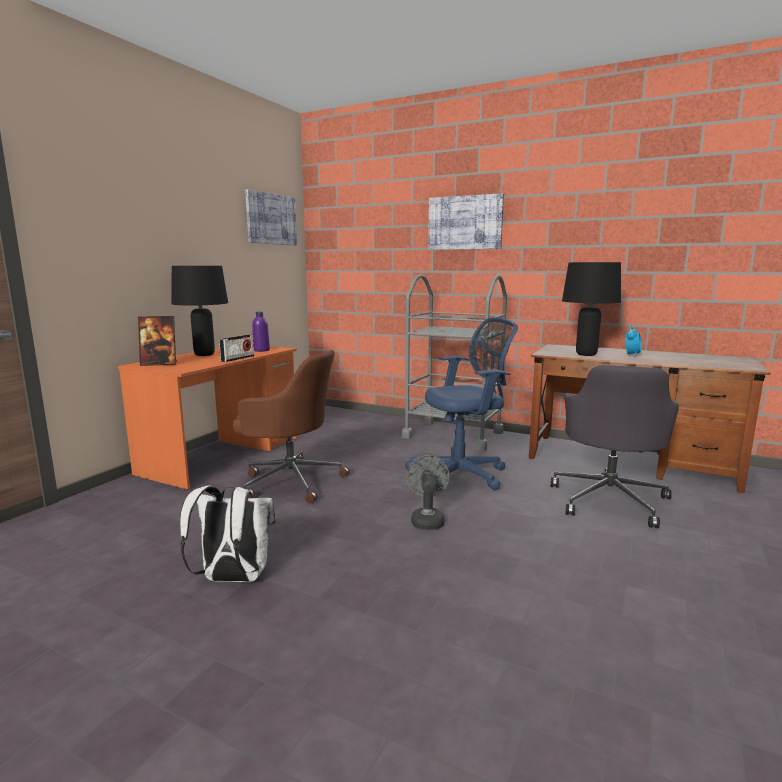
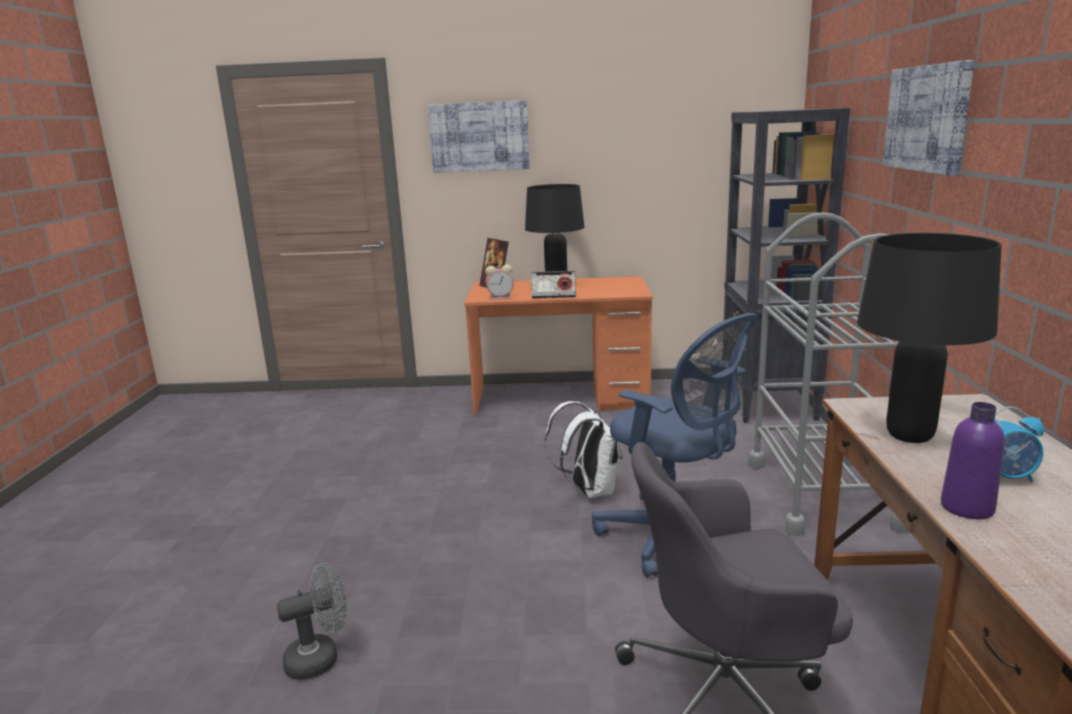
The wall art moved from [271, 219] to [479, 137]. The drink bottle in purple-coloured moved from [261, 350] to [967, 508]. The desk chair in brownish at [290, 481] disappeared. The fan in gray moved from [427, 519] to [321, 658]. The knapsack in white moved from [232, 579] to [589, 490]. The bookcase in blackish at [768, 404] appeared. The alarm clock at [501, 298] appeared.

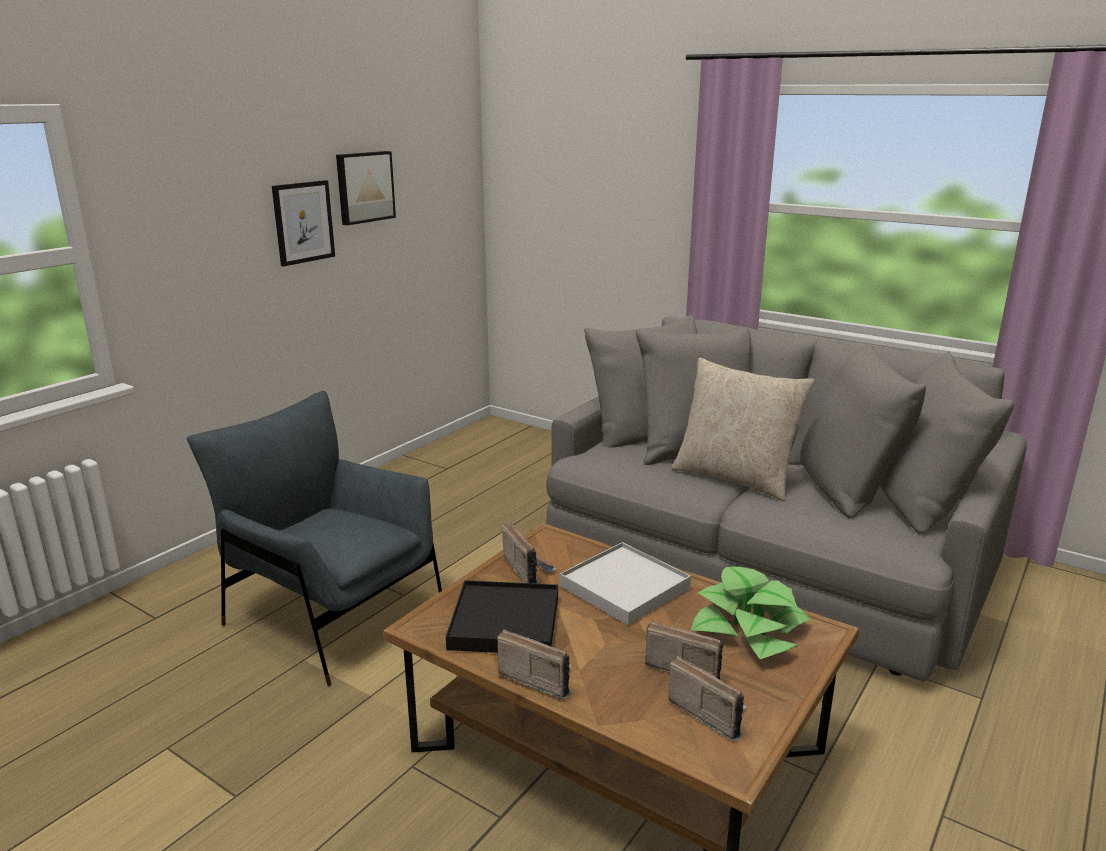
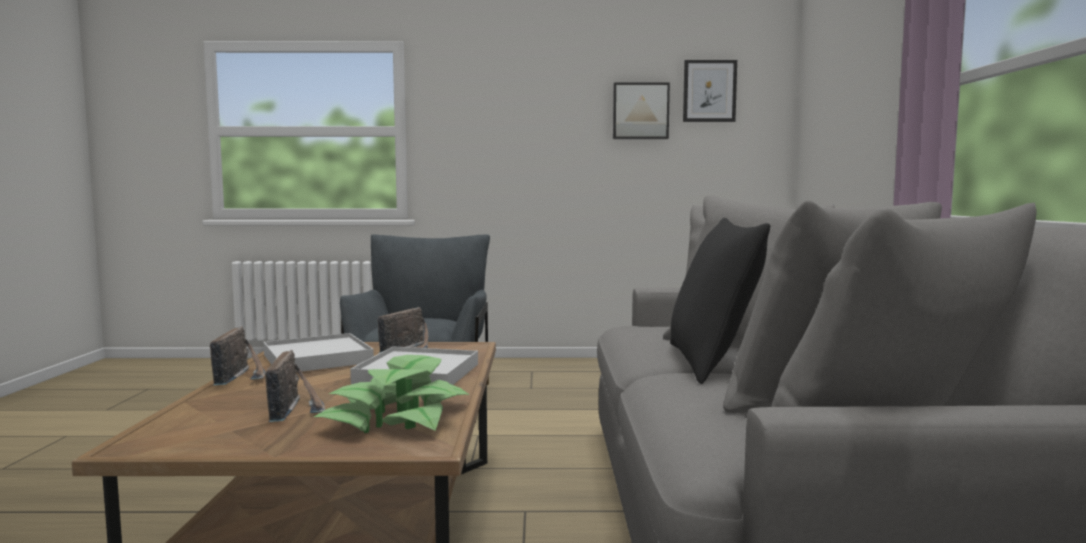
The wall art moved from [303, 222] to [709, 91]. The pillow in beige at [735, 478] became the pillow in blackish at [711, 363]. The tray in blackish at [505, 622] became the tray in white at [317, 358]. The radio receiver at [708, 712] disappeared.

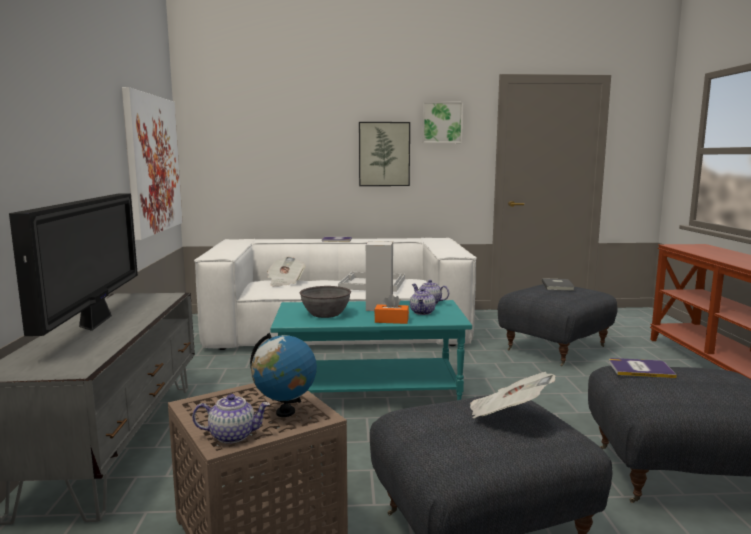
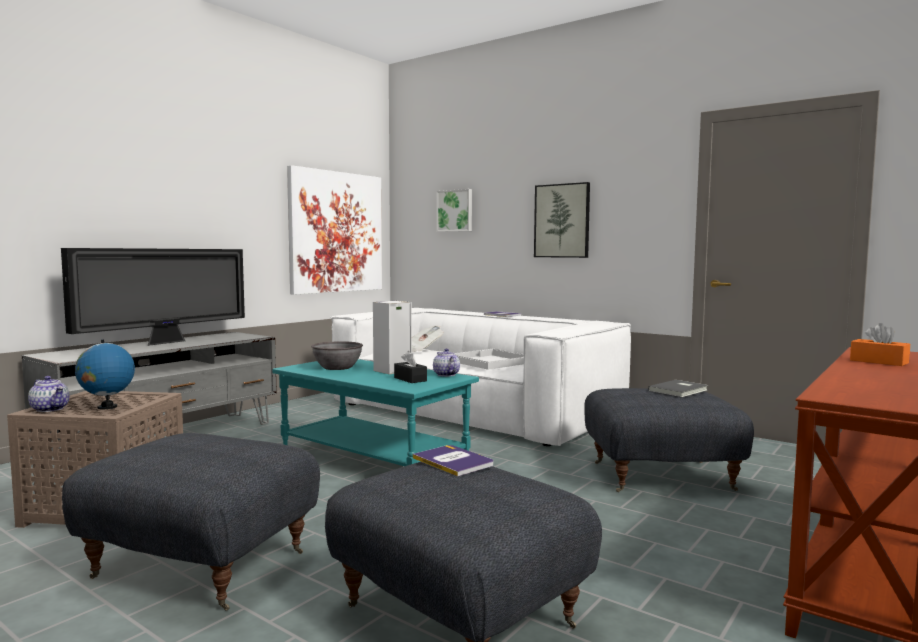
The wall art moved from [441, 122] to [455, 210]. The teapot at [422, 312] was replaced by the tissue holder in blackish at [410, 379]. The tissue holder in orangey moved from [391, 320] to [878, 361]. The printed paper at [507, 415] disappeared.

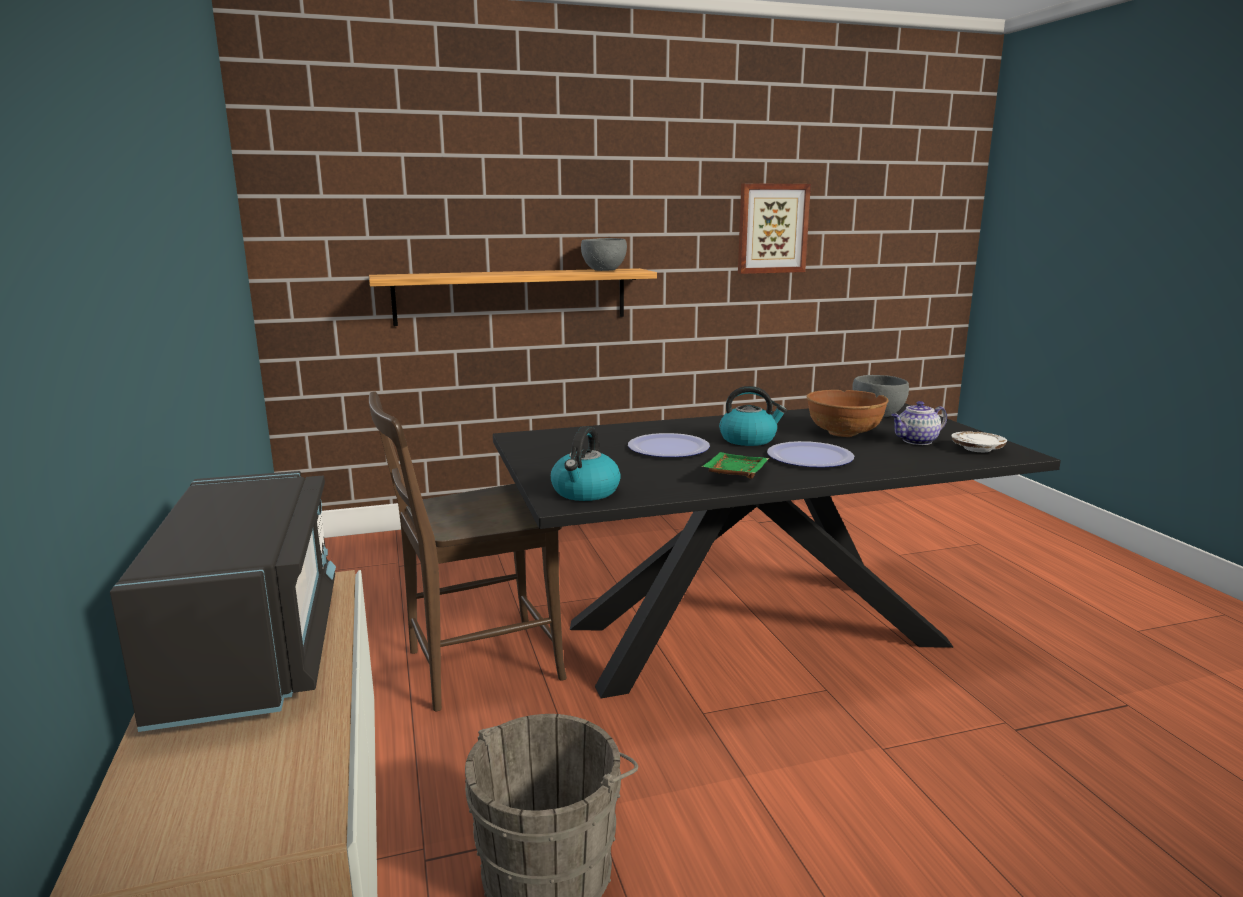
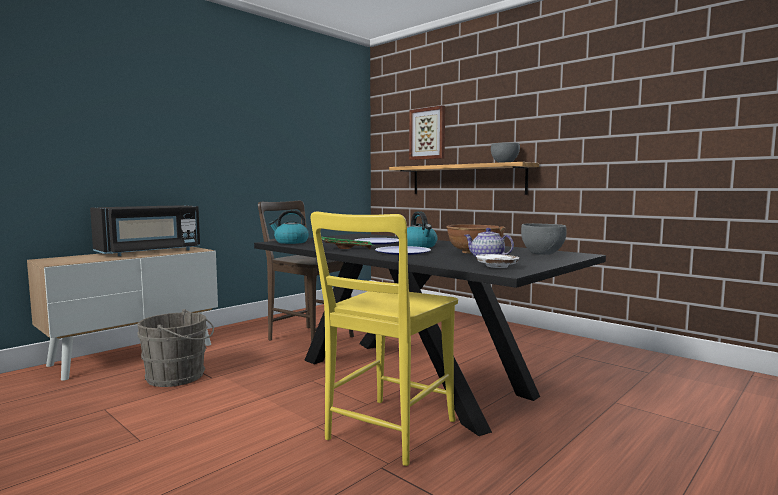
The wall art moved from [772, 228] to [428, 133]. The chair in yellow at [387, 433] appeared.

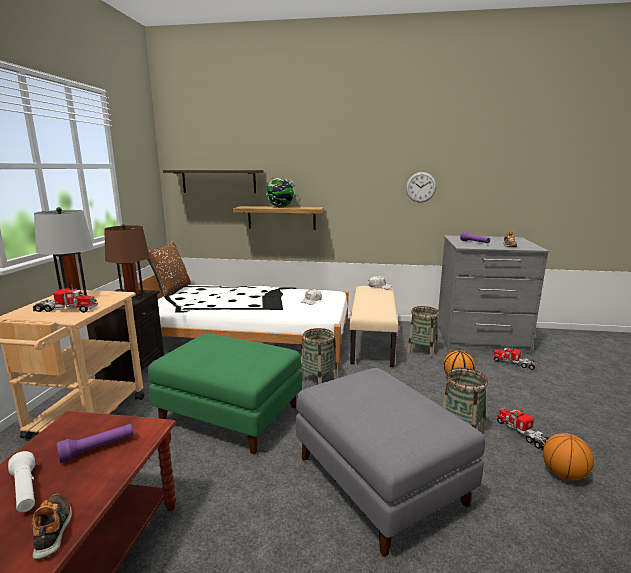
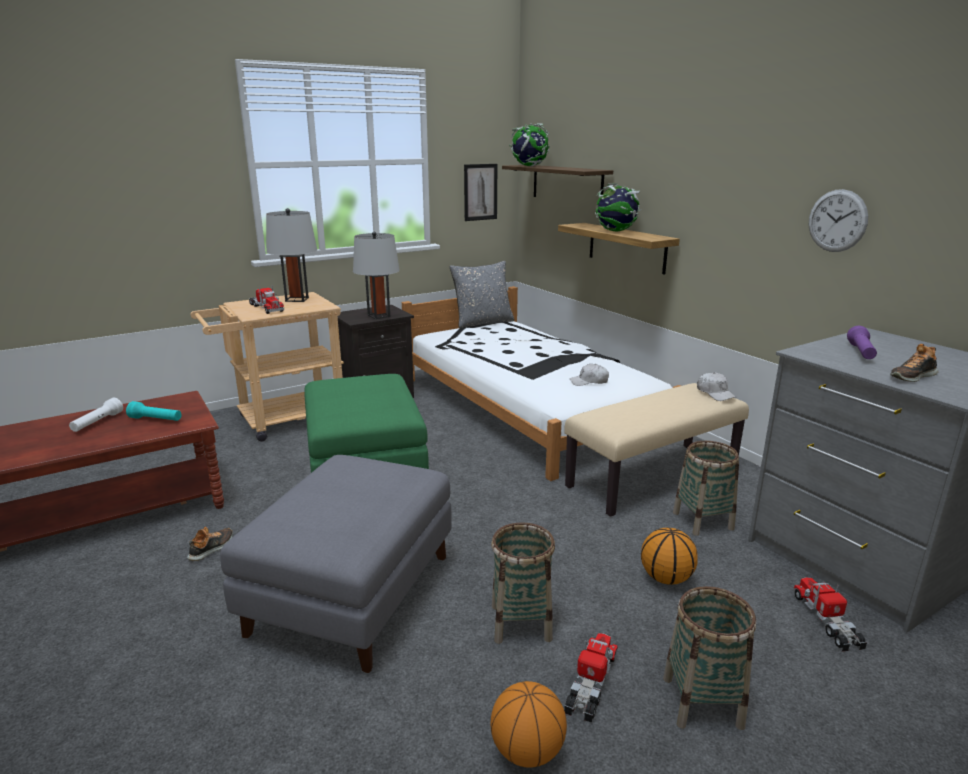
The tabletop lamp in brownish at [132, 297] became the tabletop lamp in gray at [378, 316]. The pillow in brownish at [172, 290] became the pillow in gray at [483, 323]. The basket moved from [318, 379] to [702, 701]. The hand torch in purple-coloured at [98, 449] became the hand torch in blue-green at [156, 420]. The shoe moved from [53, 529] to [212, 548]. The desk globe at [529, 166] appeared. The wall art at [480, 192] appeared.

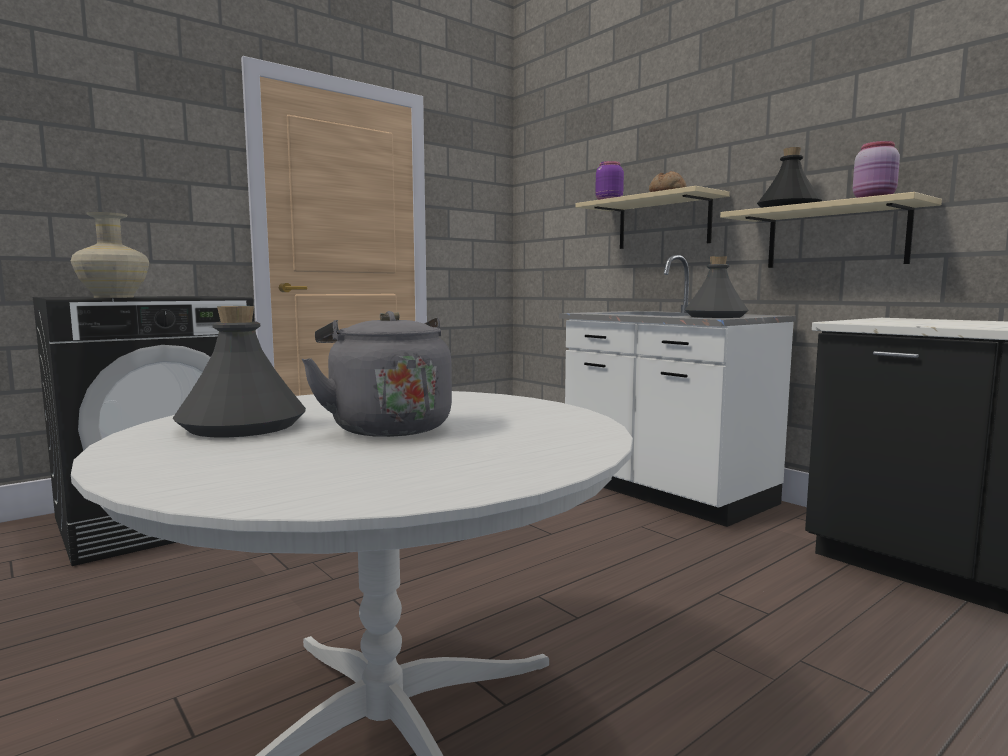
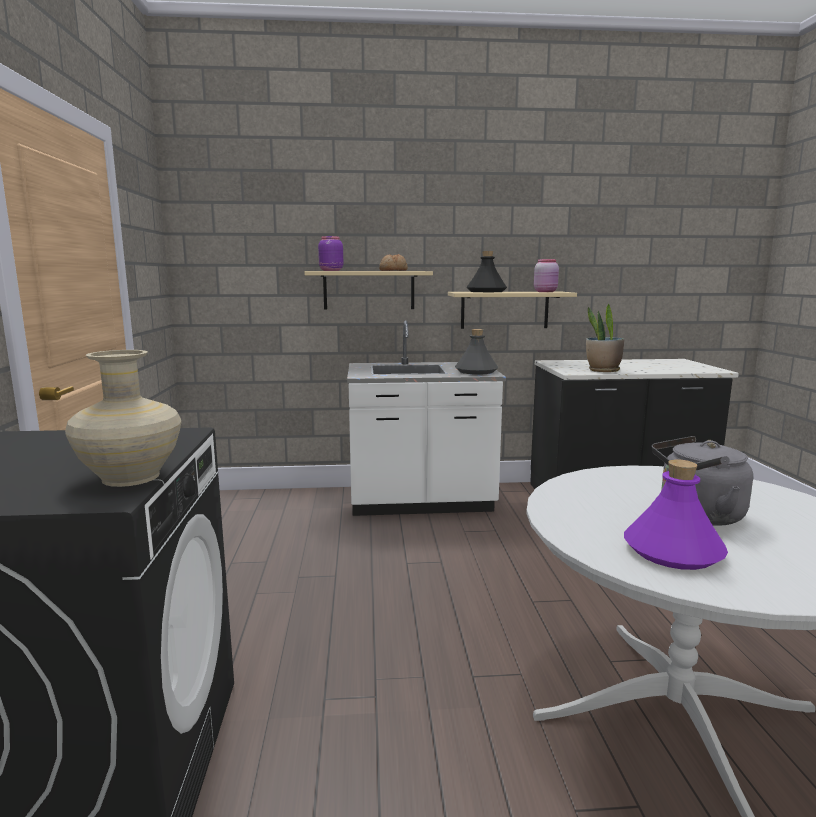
The drink bottle in gray at [241, 426] became the drink bottle in purple-coloured at [673, 551]. The houseplant at [603, 370] appeared.

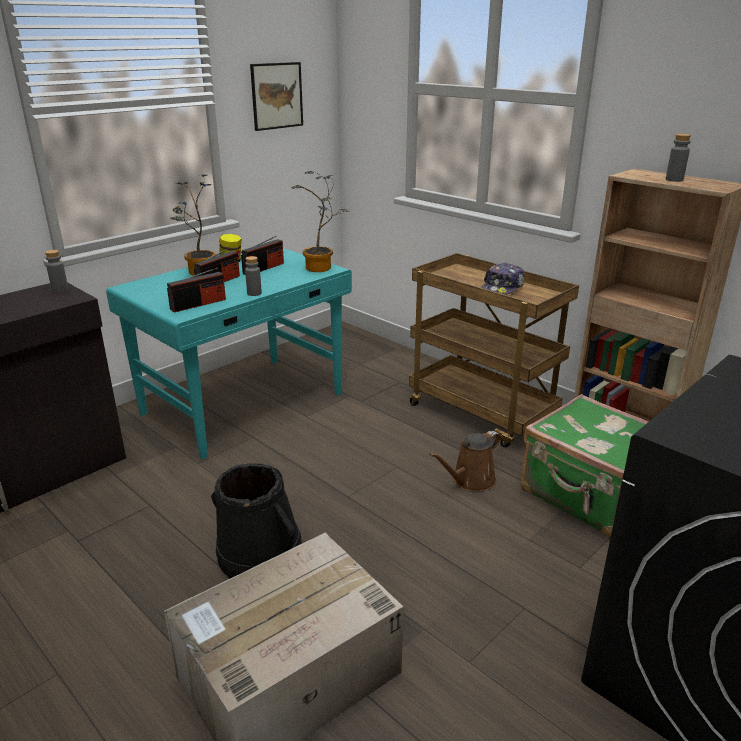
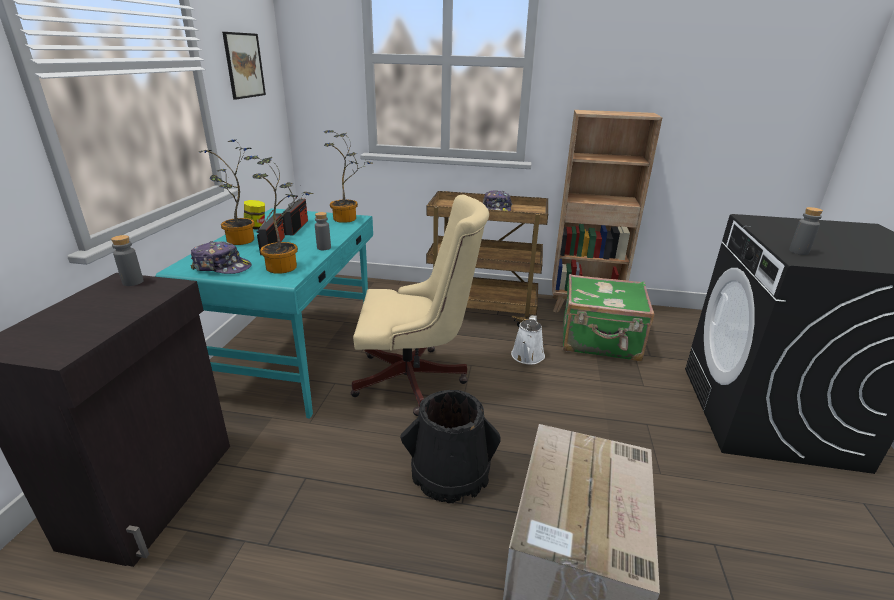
The drink bottle in gray moved from [674, 180] to [798, 252]. The radio receiver at [198, 304] was replaced by the houseplant at [286, 267]. The watering can in brownish at [470, 481] became the watering can in white at [527, 357]. The desk chair in beige at [416, 380] appeared. The cap at [222, 267] appeared.

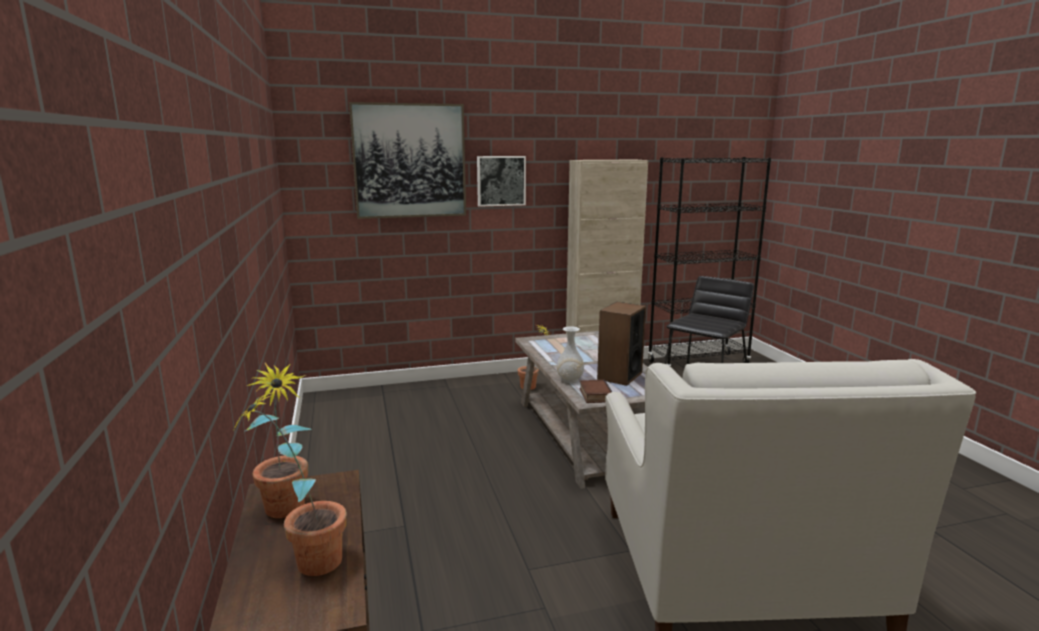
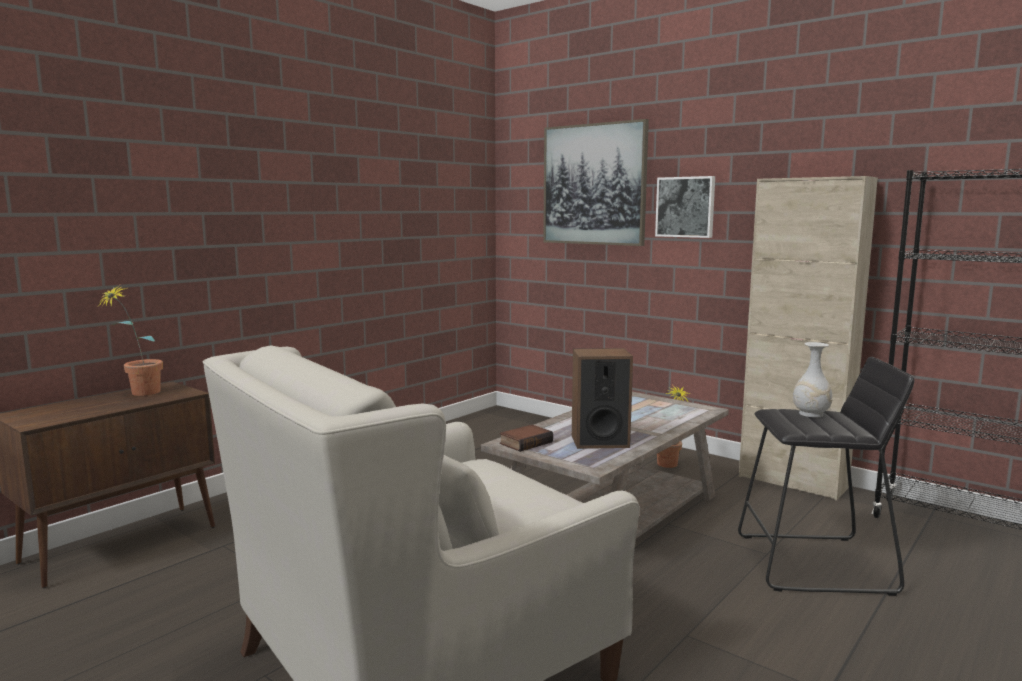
The decorative vase in white moved from [570, 380] to [810, 414]. The houseplant at [305, 562] disappeared.

